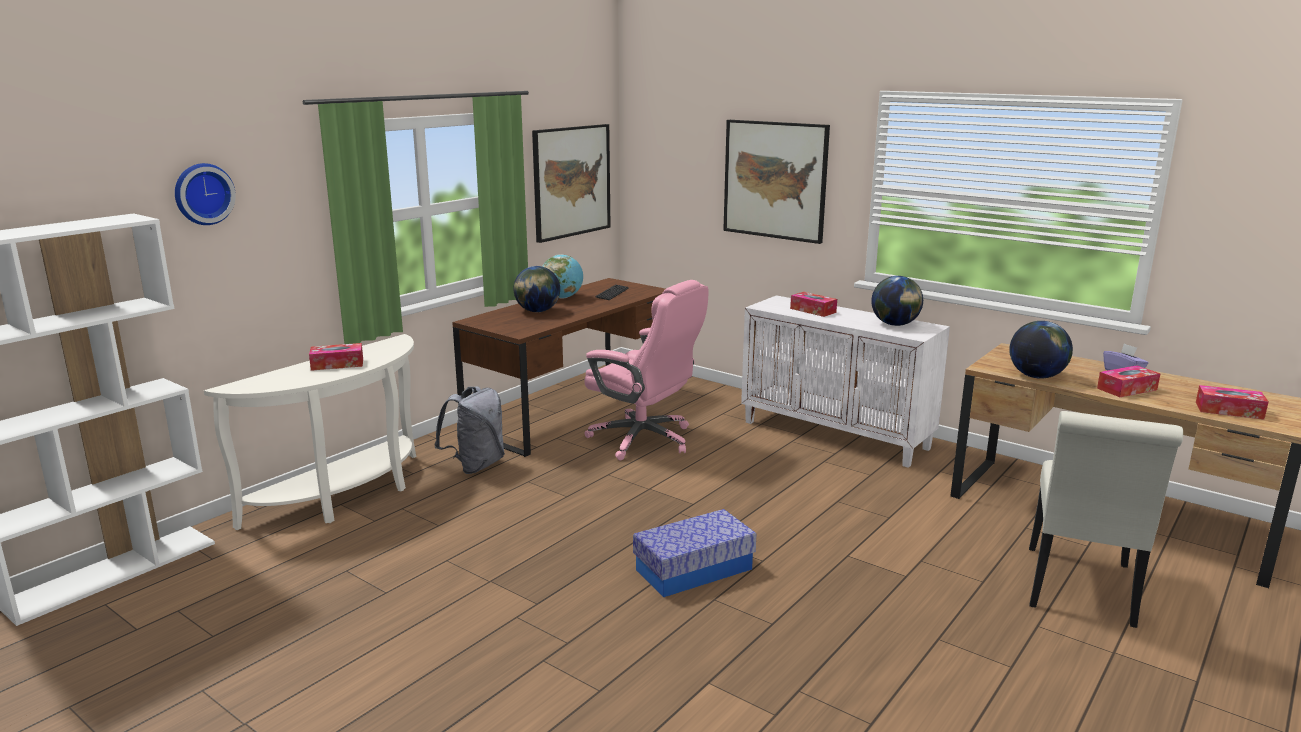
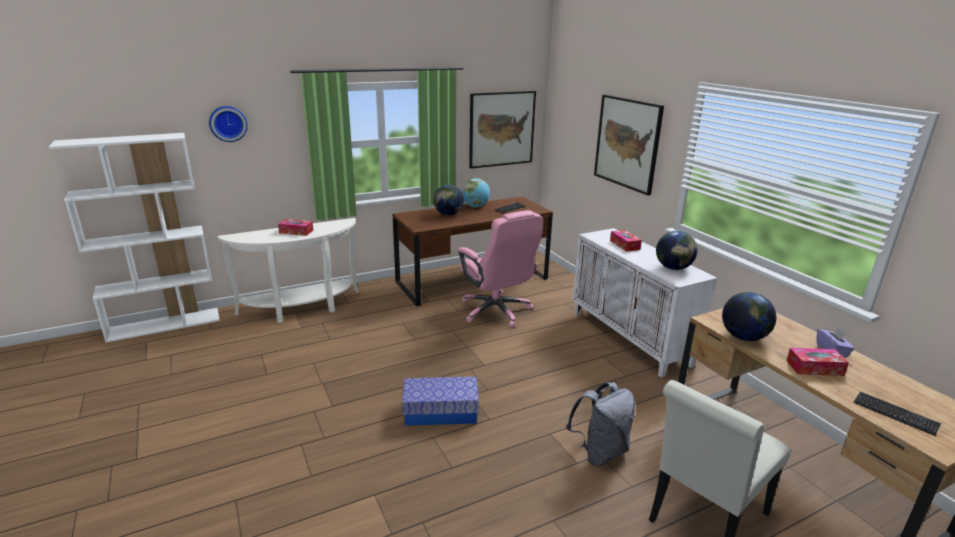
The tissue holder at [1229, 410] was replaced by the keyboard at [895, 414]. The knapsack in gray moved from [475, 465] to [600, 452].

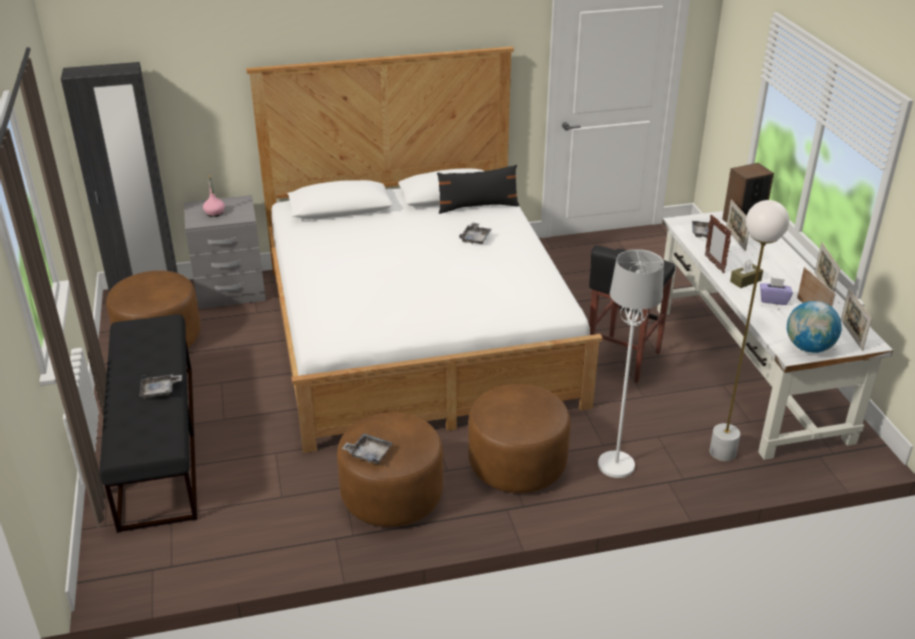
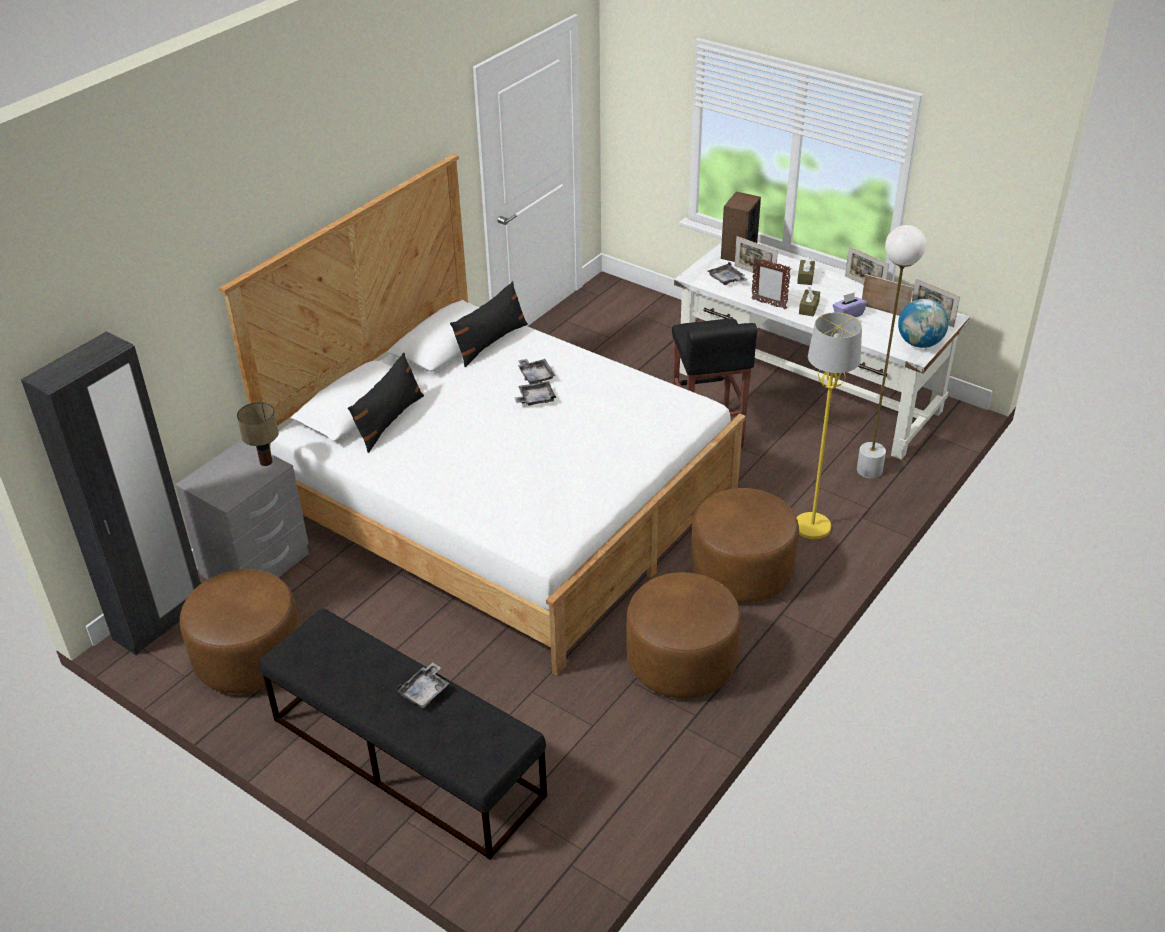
The drink bottle in pinkish at [215, 213] disappeared. The standing lamp in white at [616, 465] became the standing lamp in yellow at [812, 527]. The tray in gray moved from [369, 453] to [535, 399]. The tissue holder in brownish at [805, 277] appeared. The pillow in blackish at [389, 421] appeared. The tabletop lamp at [266, 462] appeared.

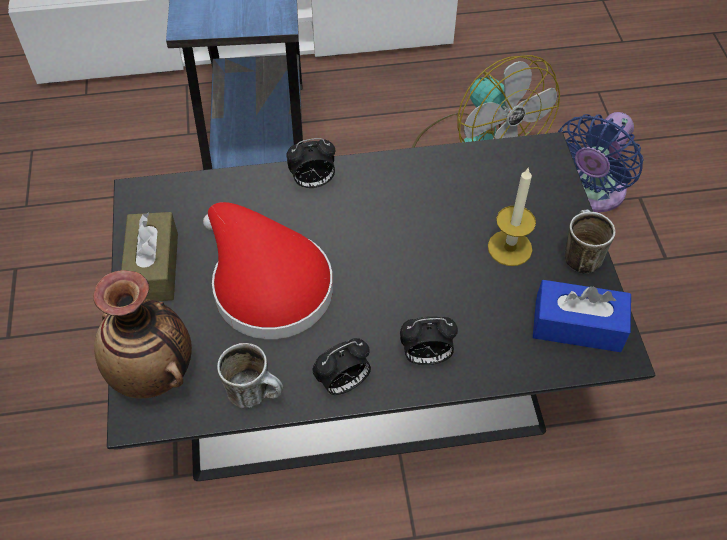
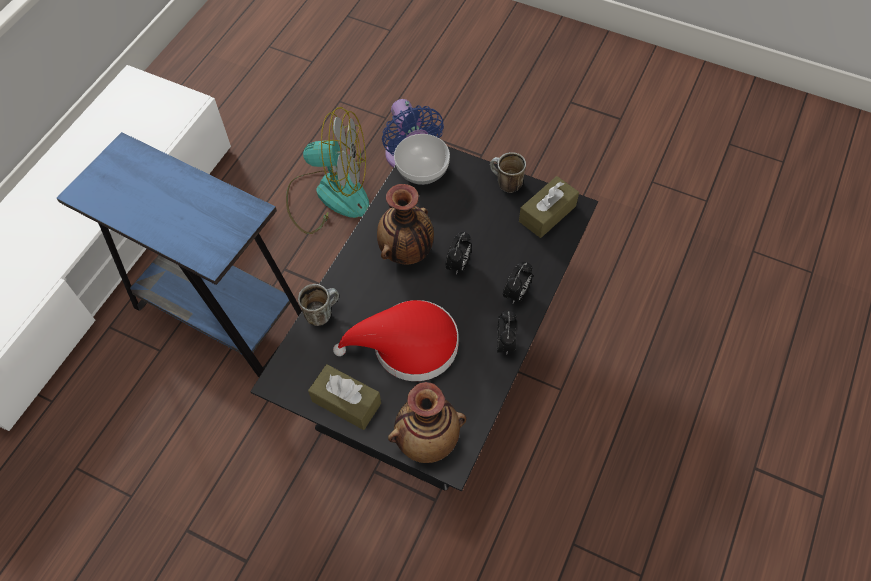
The alarm clock moved from [313, 183] to [458, 265]. The wax light at [509, 248] disappeared. The tissue holder in blue at [577, 326] became the tissue holder in brownish at [547, 214]. The mug moved from [256, 394] to [322, 312]. The deep dish at [423, 171] appeared. The decorative vase at [407, 251] appeared.

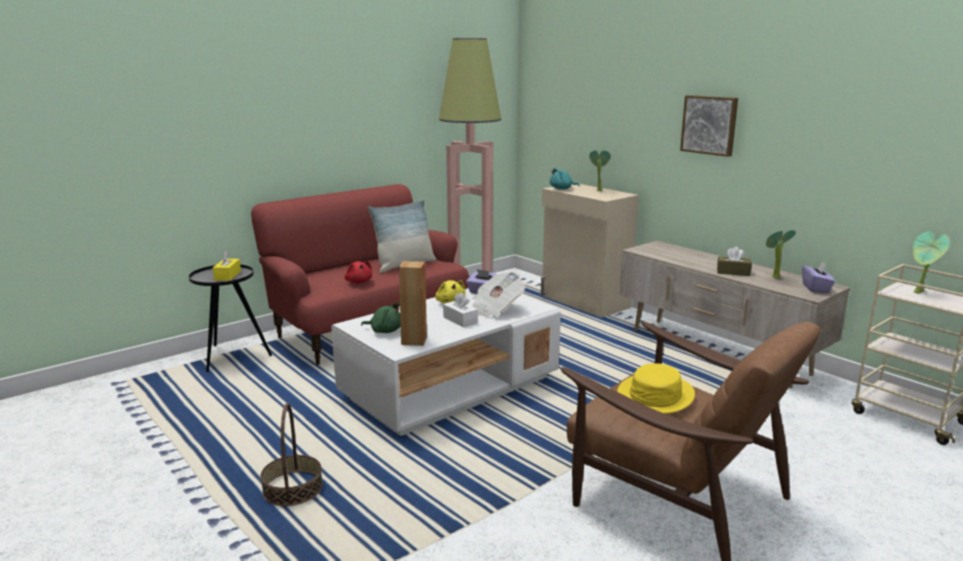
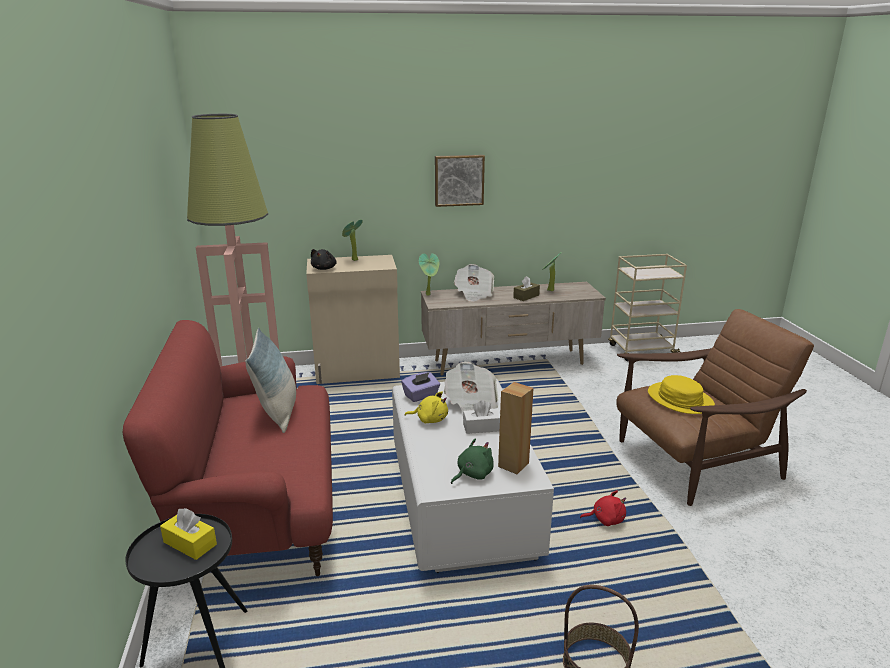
The cuddly toy in blue-green at [562, 189] became the cuddly toy in blackish at [324, 268]. The houseplant moved from [919, 293] to [429, 294]. The cuddly toy in reddish moved from [358, 282] to [605, 519]. The tissue holder in purple-coloured at [816, 288] disappeared. The printed paper at [474, 294] appeared.

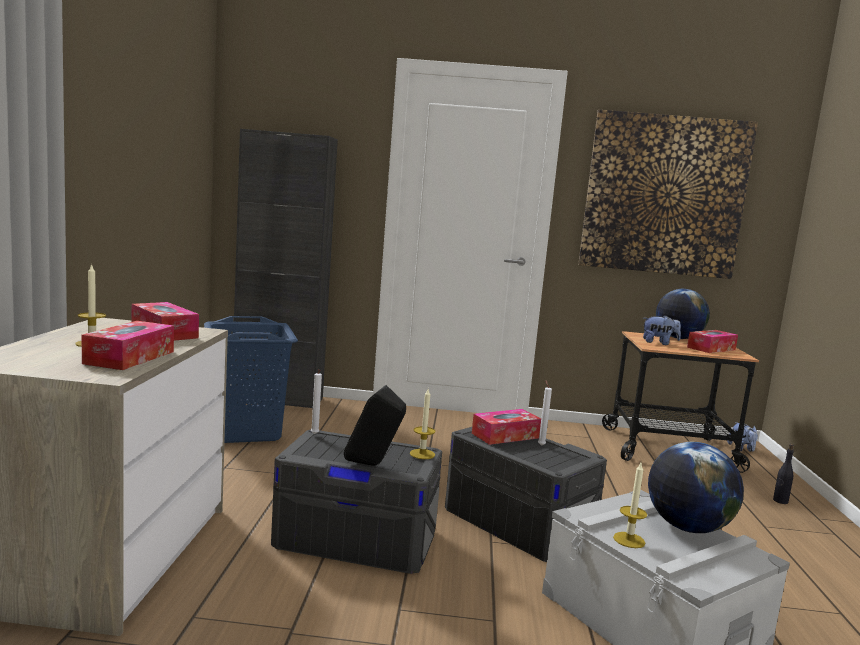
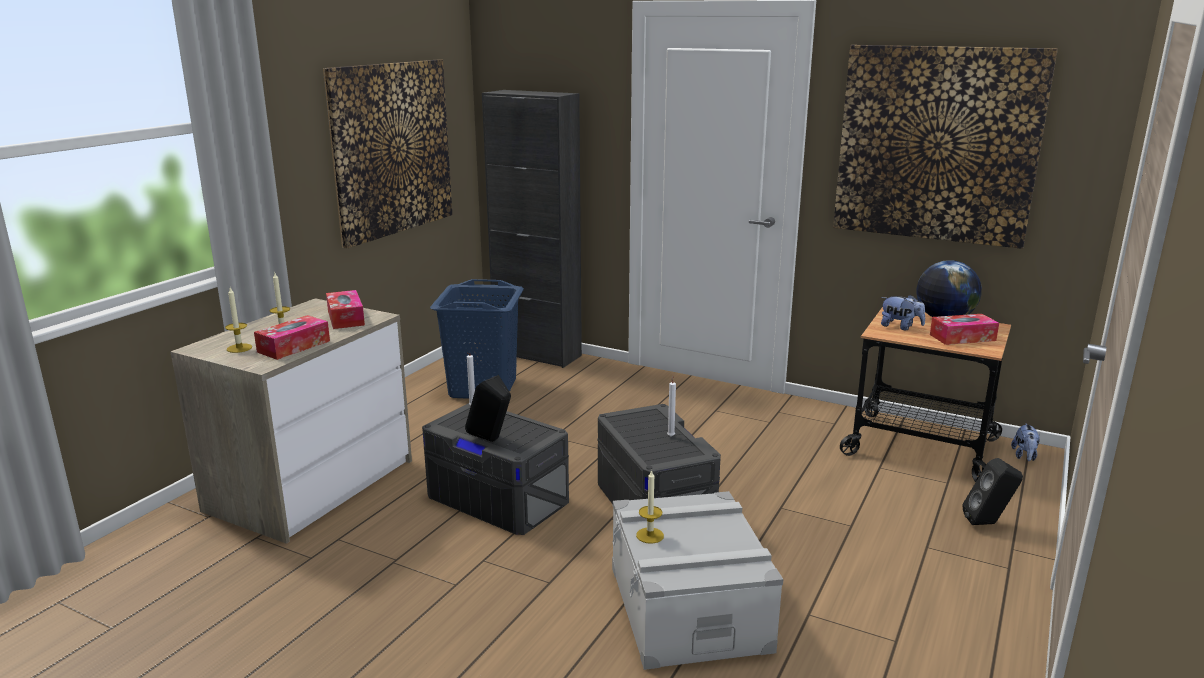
The wax light moved from [422, 454] to [239, 348]. The tissue holder at [505, 435] disappeared. The desk globe at [687, 527] disappeared. The drink bottle in blackish at [780, 501] was replaced by the audio speaker in blackish at [988, 523]. The wall art at [392, 149] appeared.

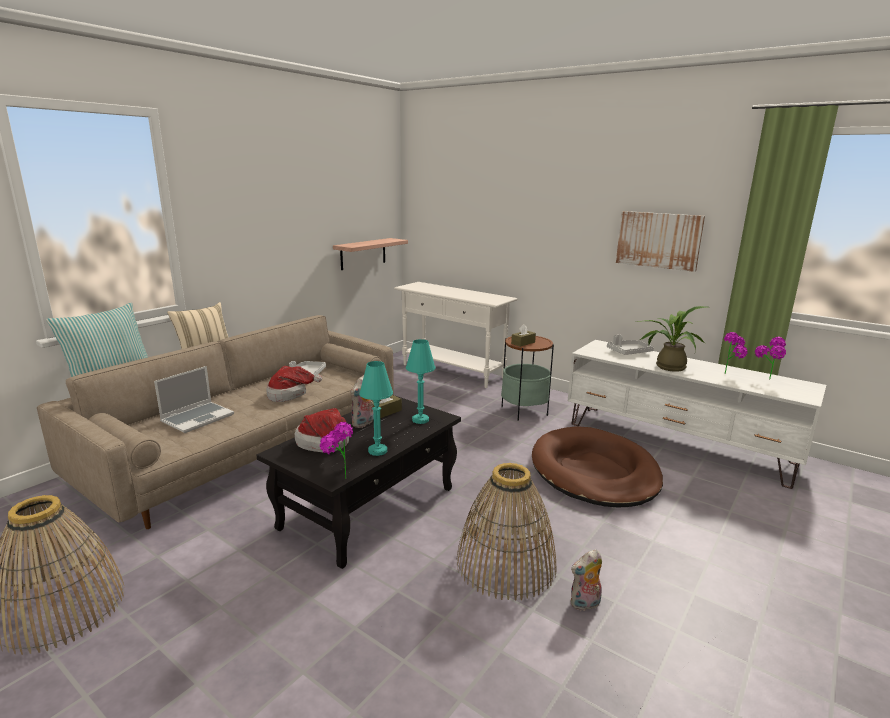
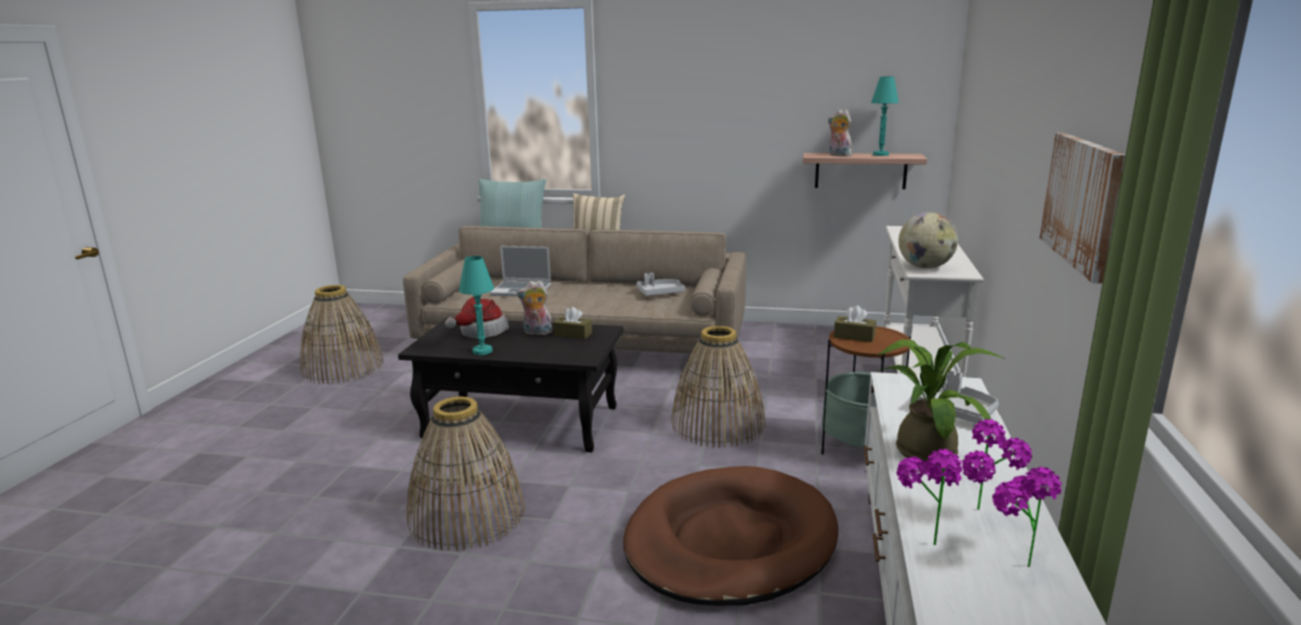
The tabletop lamp in blue-green moved from [420, 420] to [880, 154]. The hat at [290, 394] disappeared. The houseplant moved from [337, 478] to [924, 537]. The cuddly toy moved from [585, 604] to [838, 155]. The desk globe at [925, 267] appeared. The basket at [717, 424] appeared.

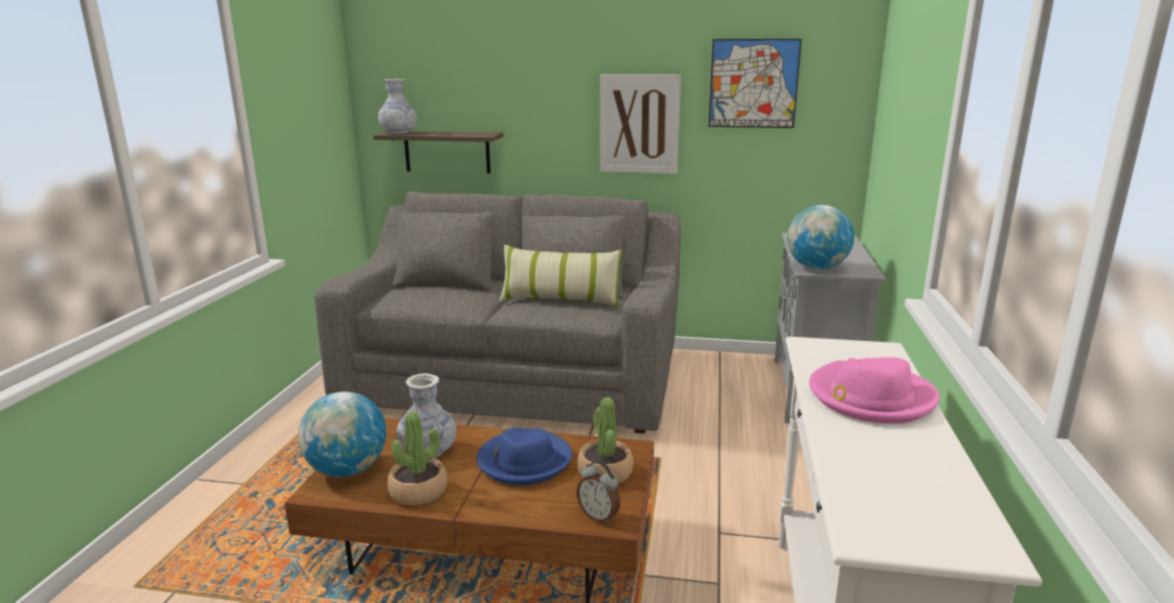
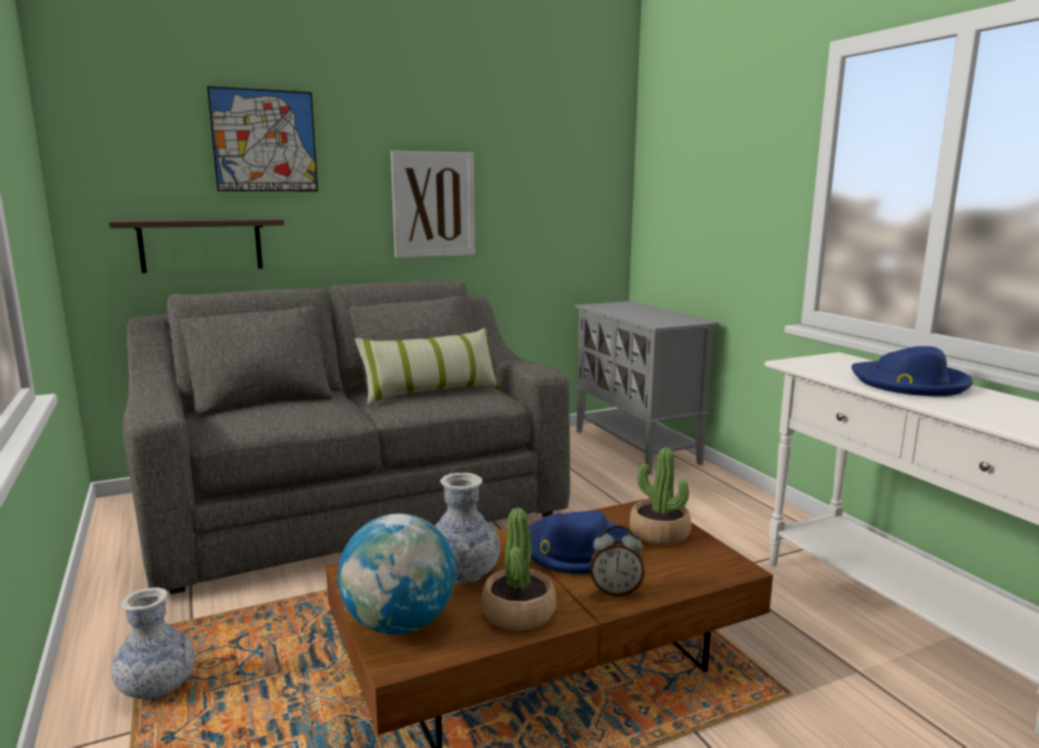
The wall art moved from [753, 83] to [264, 141]. The decorative vase moved from [399, 132] to [157, 687]. The desk globe at [817, 268] disappeared. The hat in pinkish at [869, 397] became the hat in blue at [909, 383]. The alarm clock moved from [599, 516] to [615, 591].

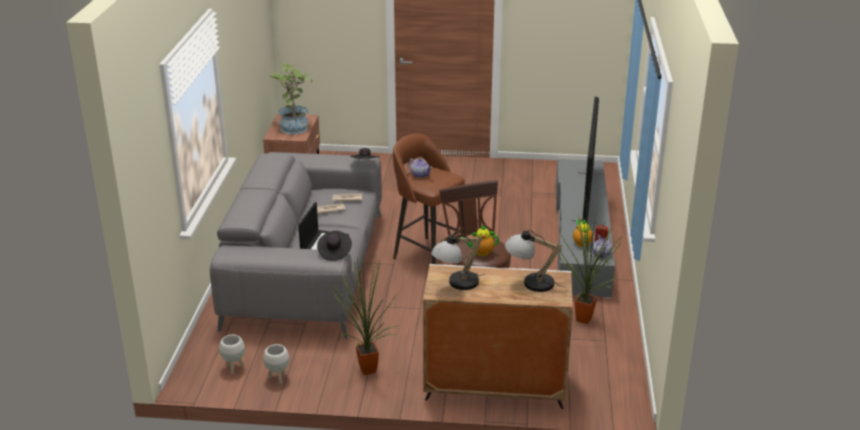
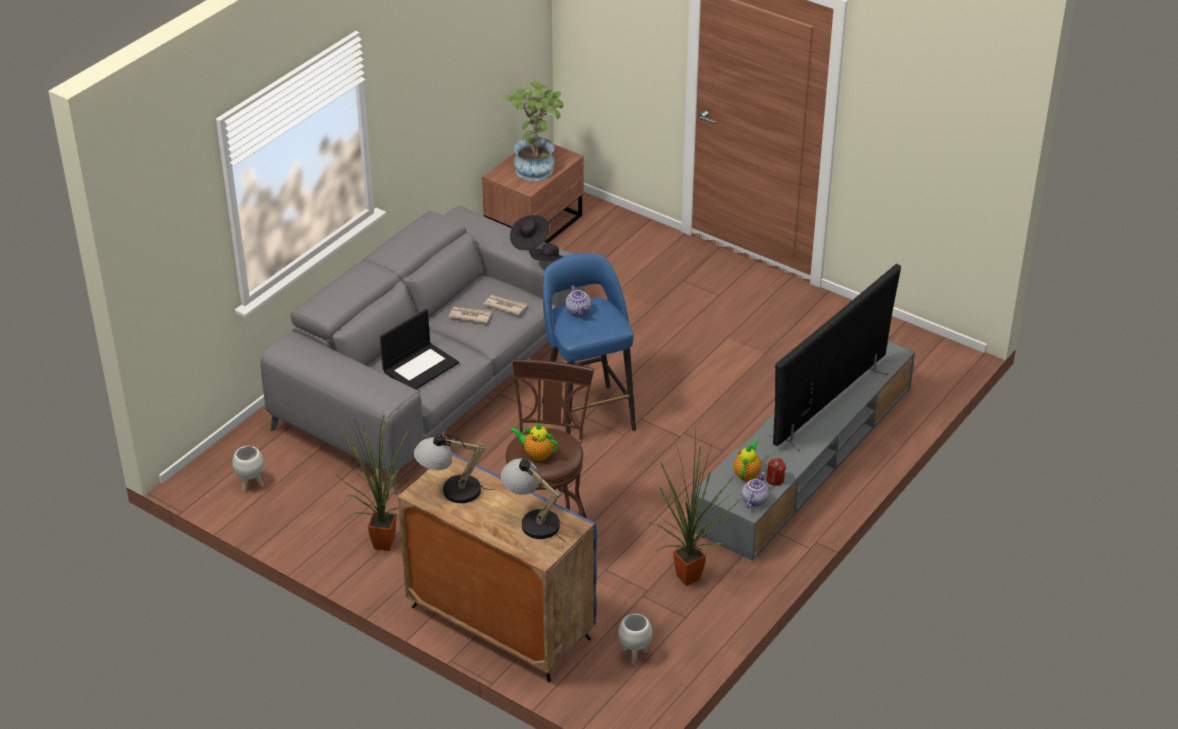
The sitting stool in brownish at [428, 256] became the sitting stool in blue at [587, 414]. The hat in blackish moved from [334, 252] to [529, 240]. The cupboard in white at [494, 387] became the cupboard in blue at [499, 622]. The flower pot in white moved from [277, 378] to [634, 655].

